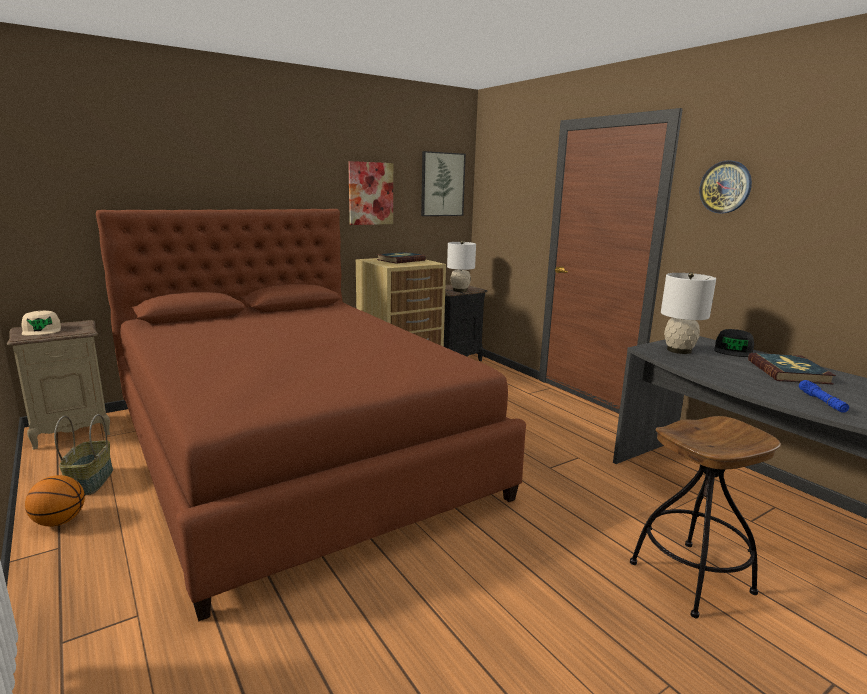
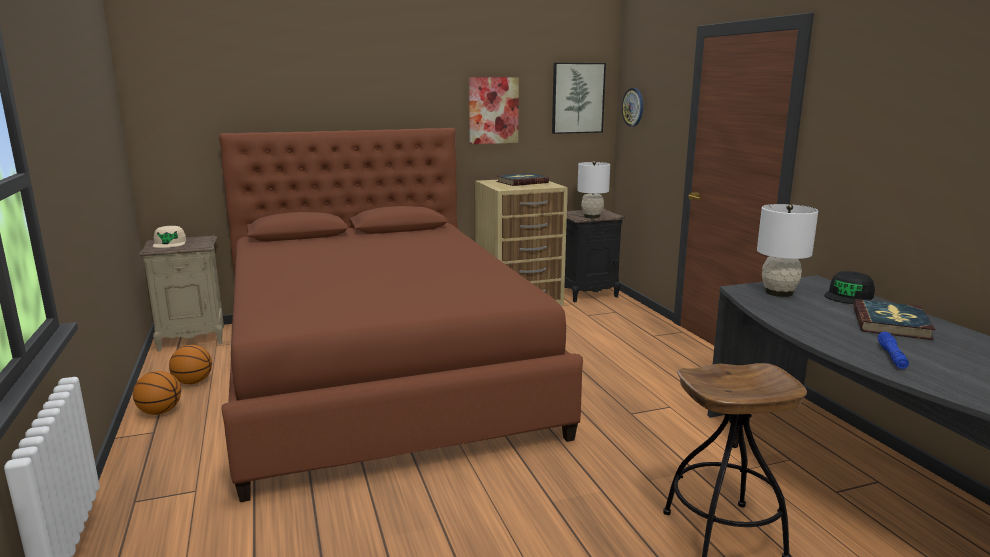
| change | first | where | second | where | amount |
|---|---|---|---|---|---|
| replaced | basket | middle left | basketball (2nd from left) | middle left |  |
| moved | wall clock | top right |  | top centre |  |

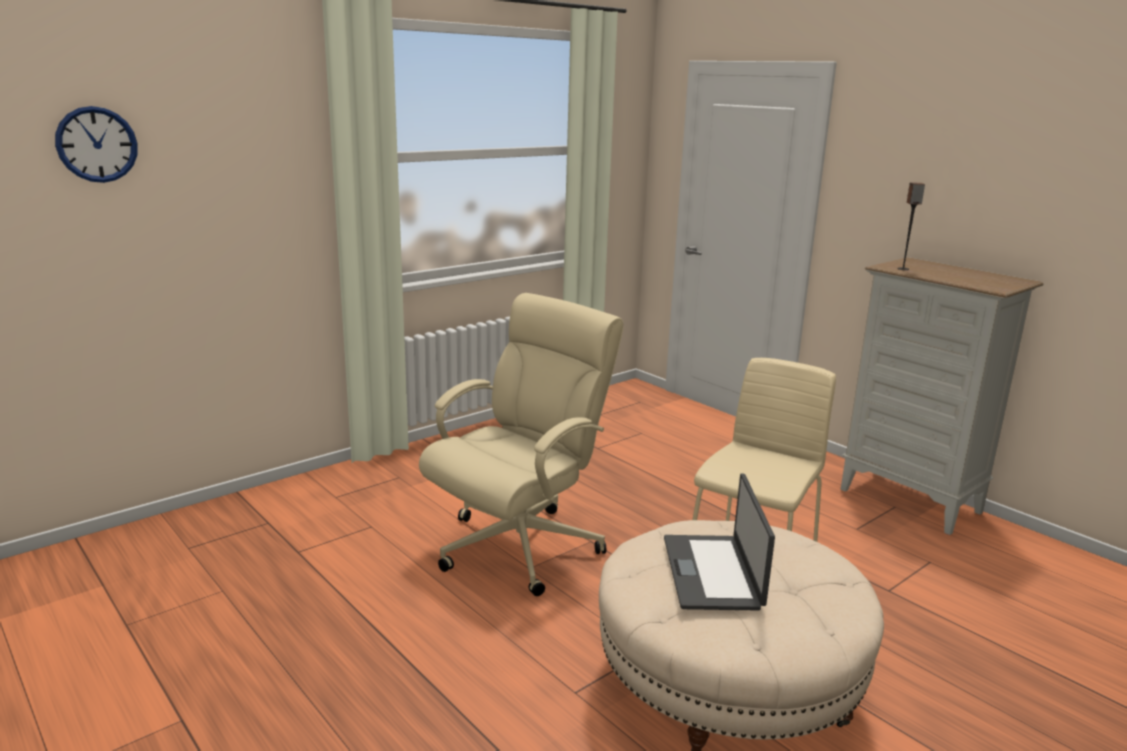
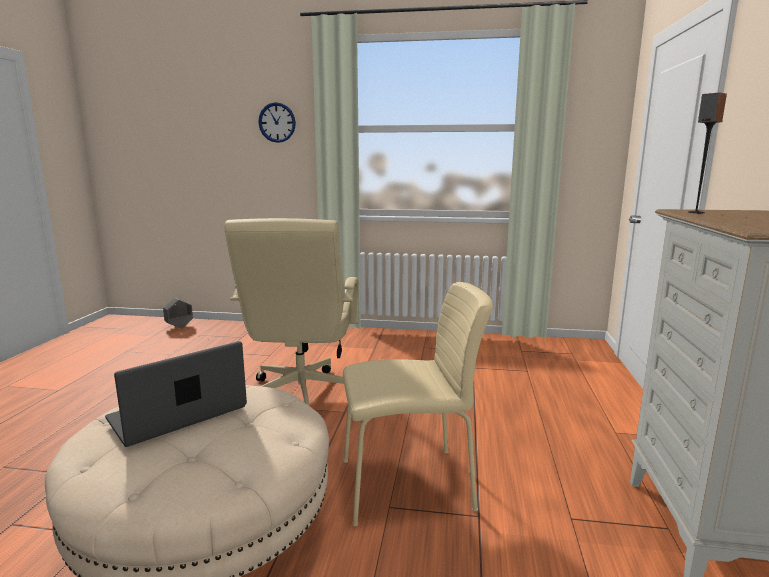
| change | first | where | second | where | amount |
|---|---|---|---|---|---|
| moved | wall clock | top left |  | top centre |  |
| turned | beige office chair | centre |  | centre | 90 degrees clockwise |
| added |  |  | grey planter | middle left |  |

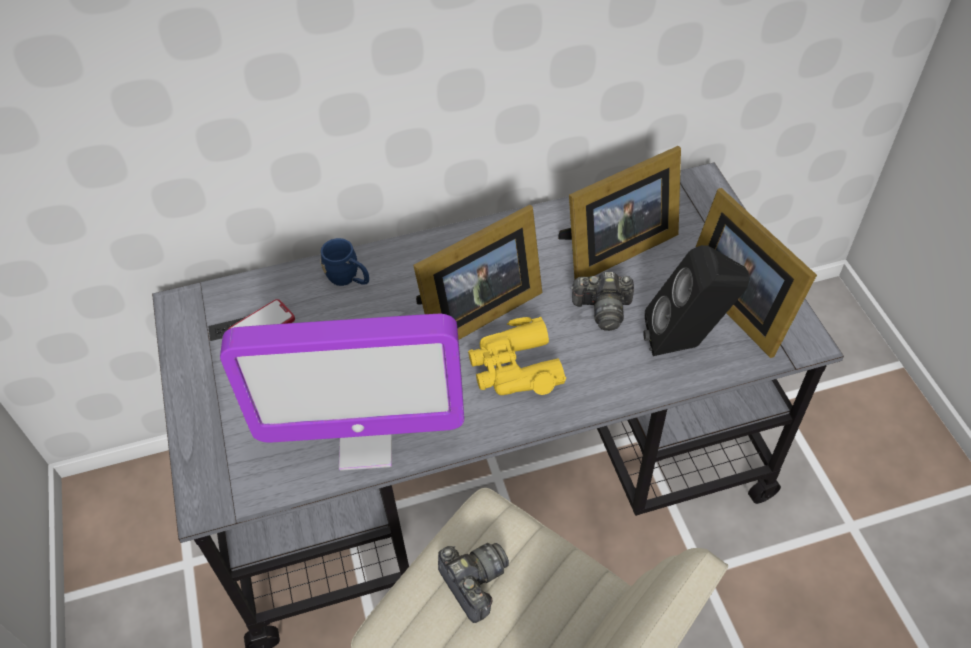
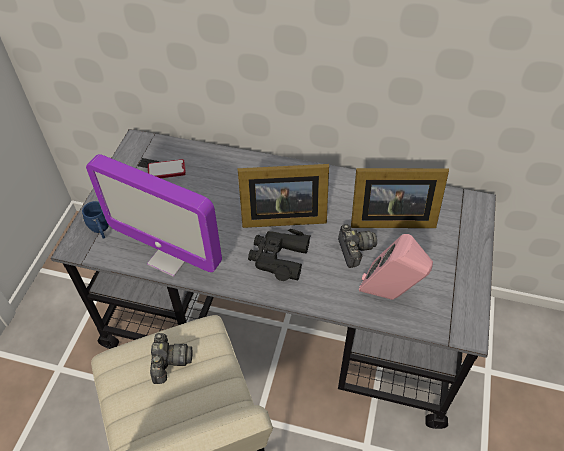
| change | first | where | second | where | amount |
|---|---|---|---|---|---|
| moved | blue mug | centre |  | middle left |  |
| recoloured | yellow binoculars | centre | black binoculars | centre |  |
| turned | photo camera (2nd from left) | centre |  | centre | 135 degrees counterclockwise |
| recoloured | black speaker | middle right | pink speaker | middle right |  |
| removed | picture frame (3rd from left) | middle right |  |  |  |

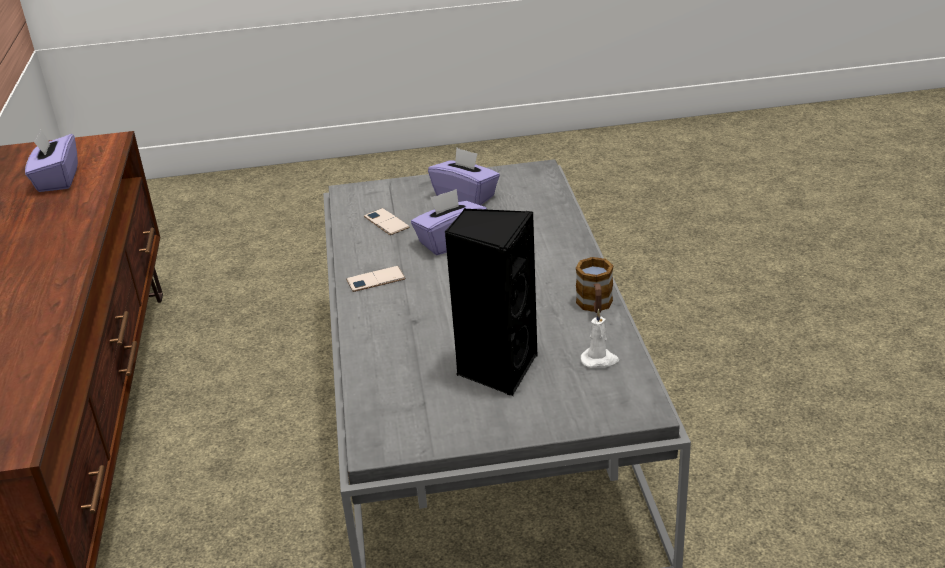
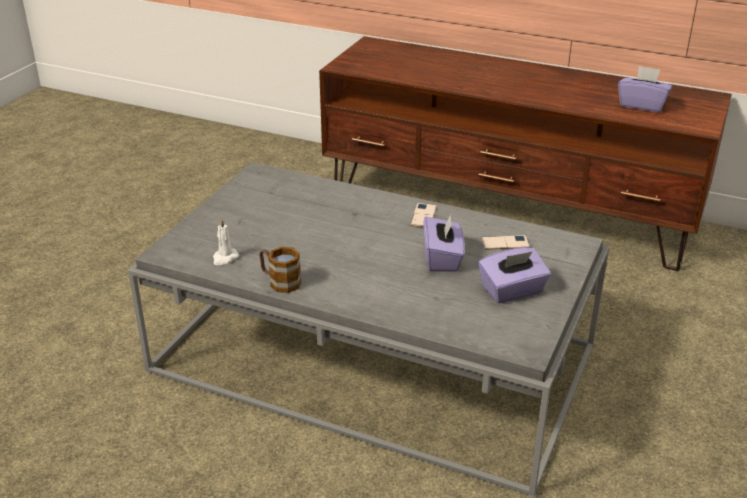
| change | first | where | second | where | amount |
|---|---|---|---|---|---|
| removed | black speaker | centre |  |  |  |

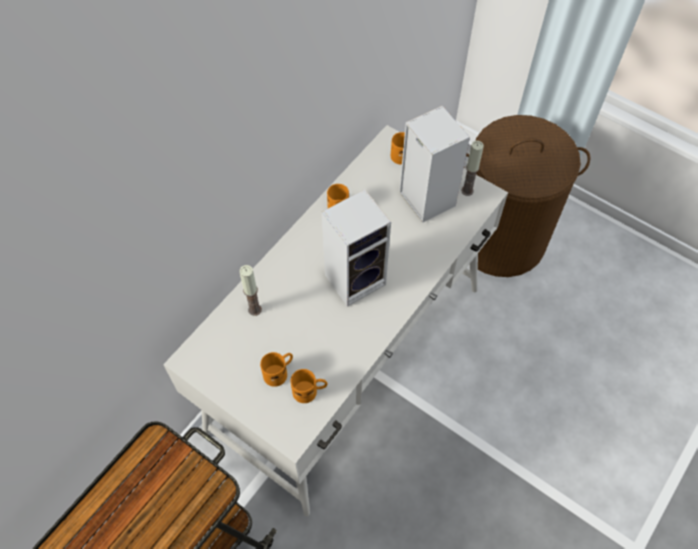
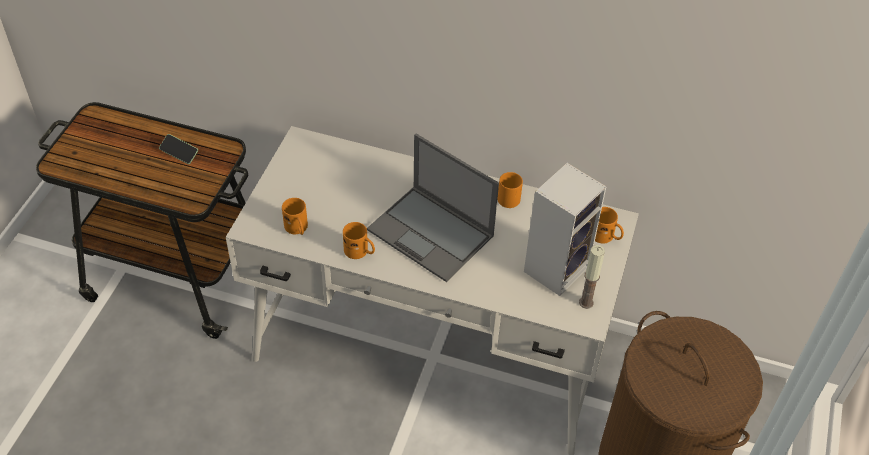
| change | first | where | second | where | amount |
|---|---|---|---|---|---|
| removed | candle (1st from left) | centre |  |  |  |
| moved | orange mug (1st from left in the first image) | bottom centre | orange mug (2nd from left) | centre |  |
| replaced | speaker (1st from left) | centre | laptop | centre |  |
| added |  |  | phone | top left |  |

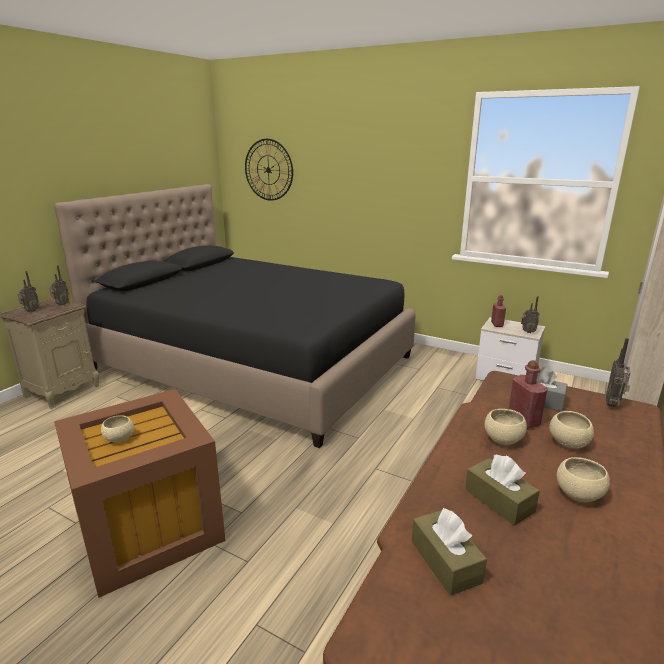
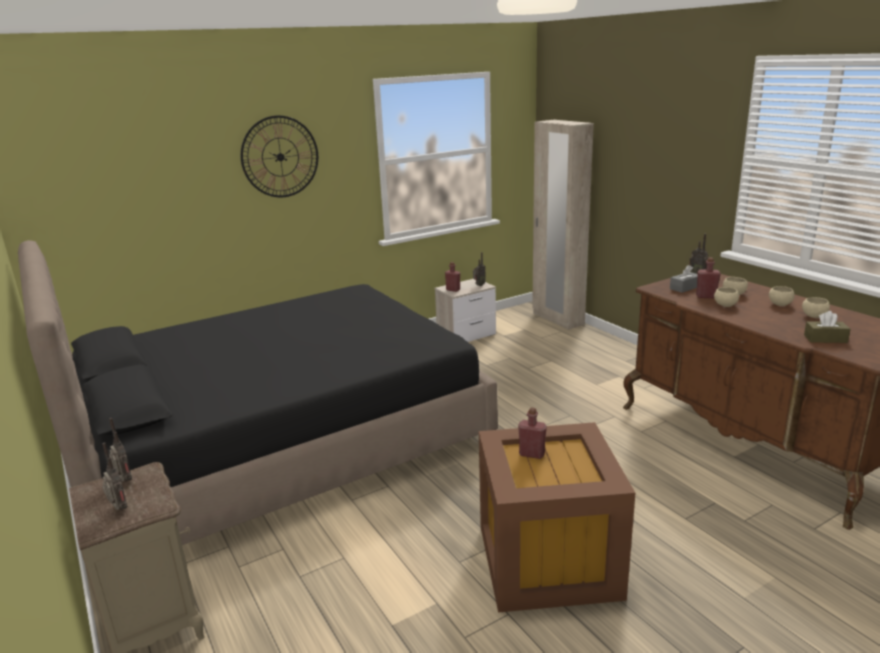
| change | first | where | second | where | amount |
|---|---|---|---|---|---|
| moved | beige bowl (1st from left in the first image) | middle left | beige bowl (4th from left) | middle right |  |
| moved | wall clock | top centre |  | top left |  |
| removed | brown tissue box (2nd from left) | bottom right |  |  |  |
| added |  |  | red bottle (2nd from left) | centre |  |

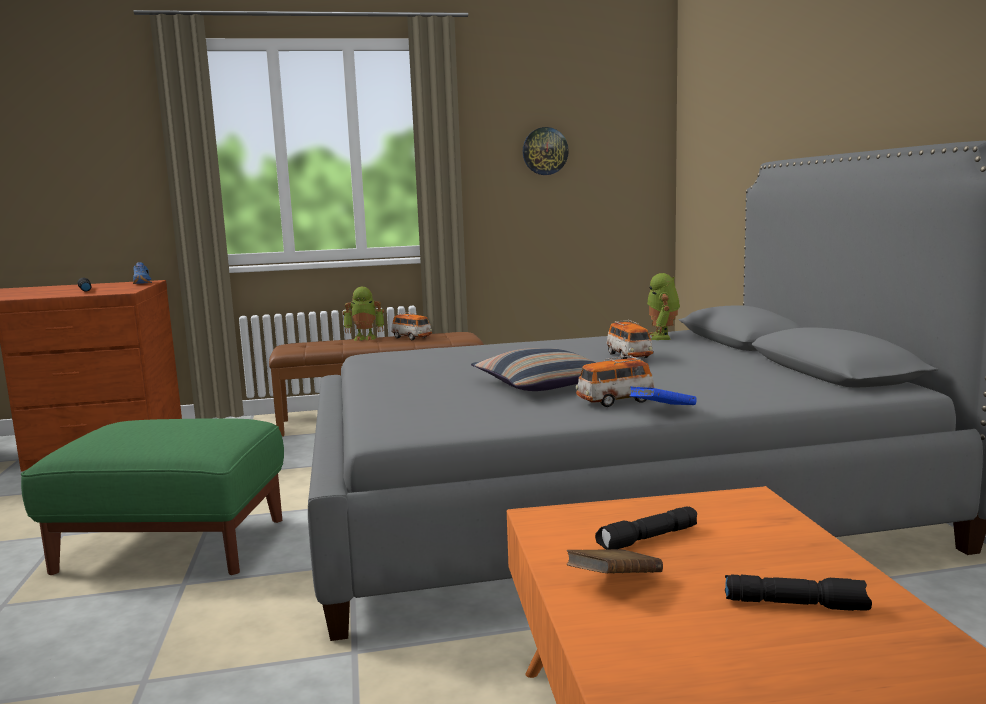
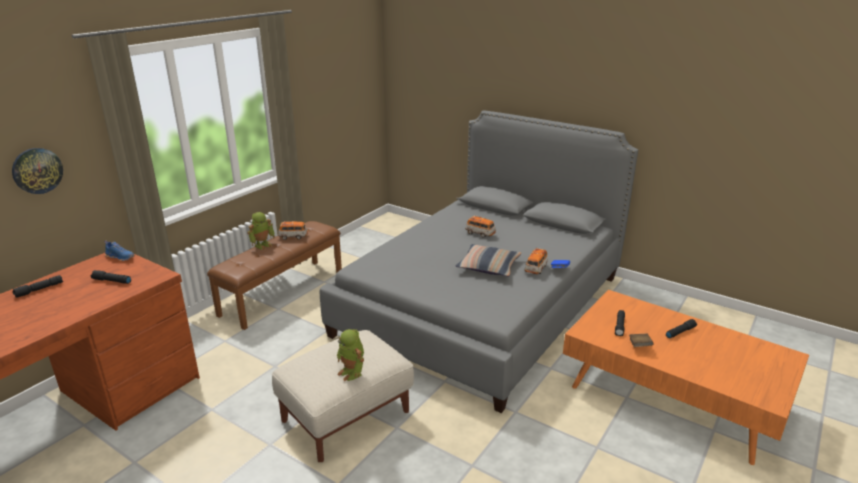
| change | first | where | second | where | amount |
|---|---|---|---|---|---|
| recoloured | green ottoman | bottom left | beige ottoman | bottom centre |  |
| moved | wall clock | top centre |  | middle left |  |
| moved | toy robot (2nd from left) | middle right |  | bottom centre |  |
| added |  |  | black flashlight (1st from left) | middle left |  |

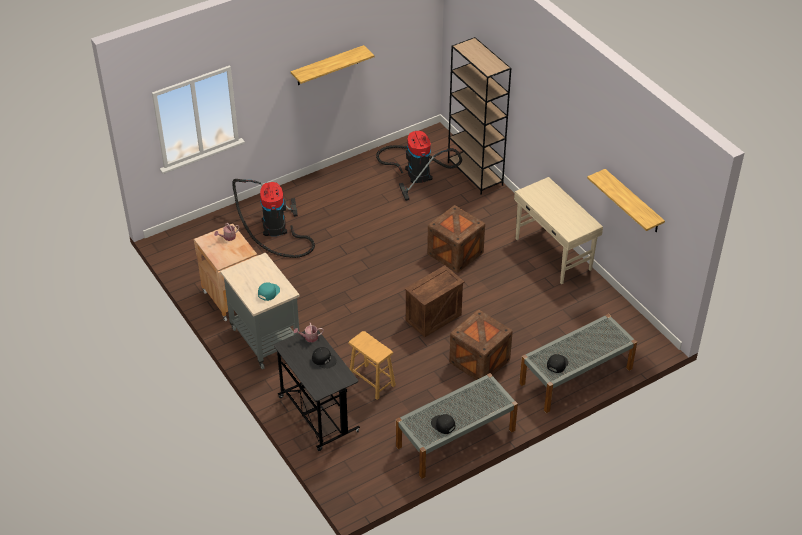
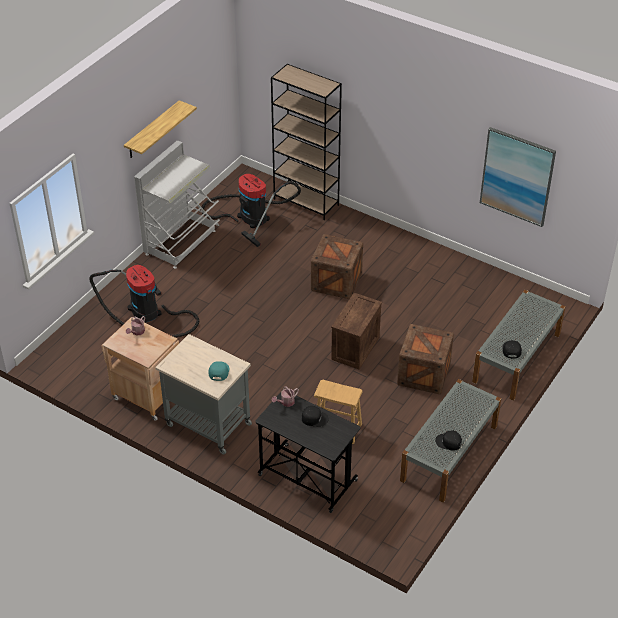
| change | first | where | second | where | amount |
|---|---|---|---|---|---|
| removed | beige console table | middle right |  |  |  |
| replaced | shelf (2nd from left) | middle right | picture | top right |  |
| added |  |  | white shoe rack | top left |  |

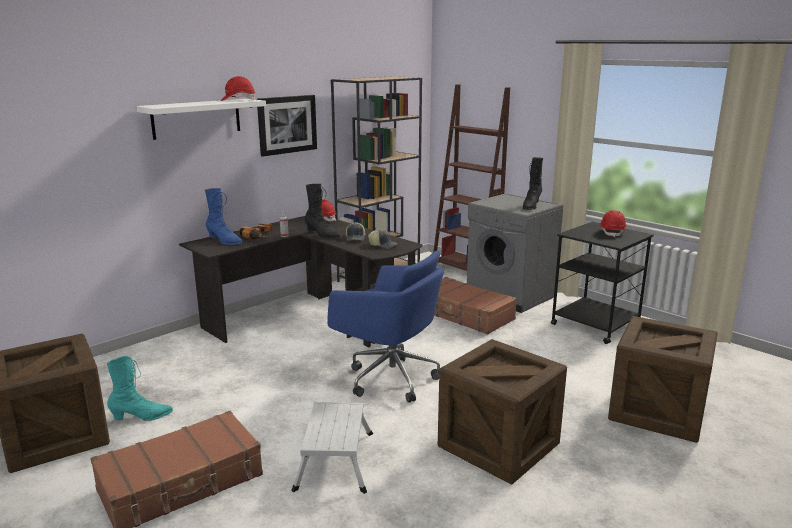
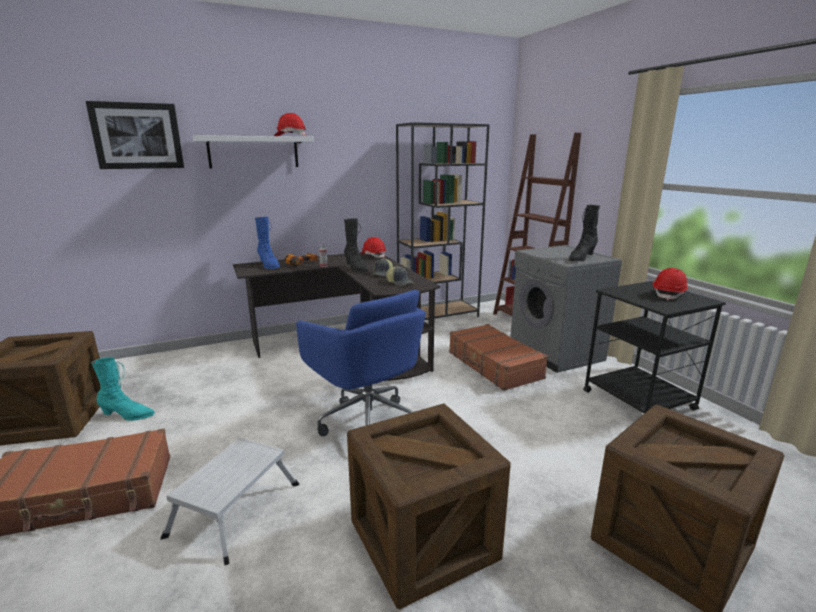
| change | first | where | second | where | amount |
|---|---|---|---|---|---|
| moved | picture | top centre |  | top left |  |

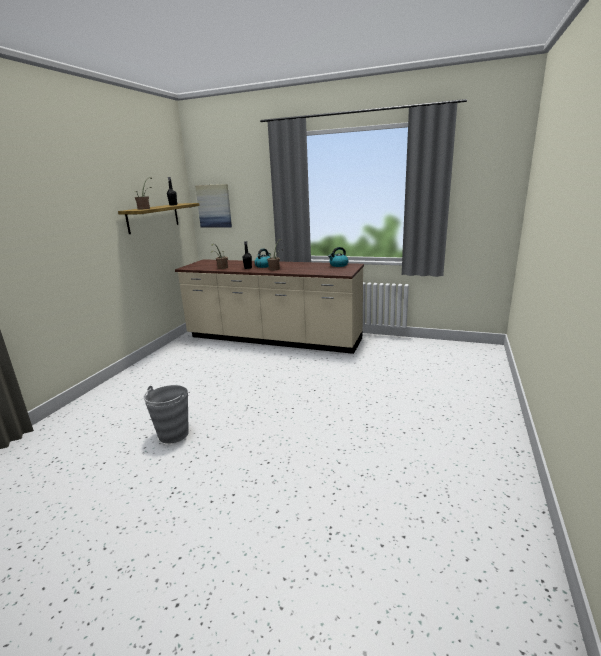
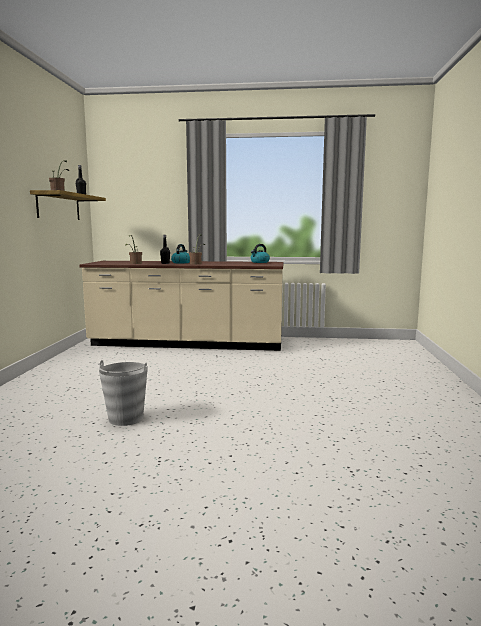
| change | first | where | second | where | amount |
|---|---|---|---|---|---|
| removed | picture | top centre |  |  |  |

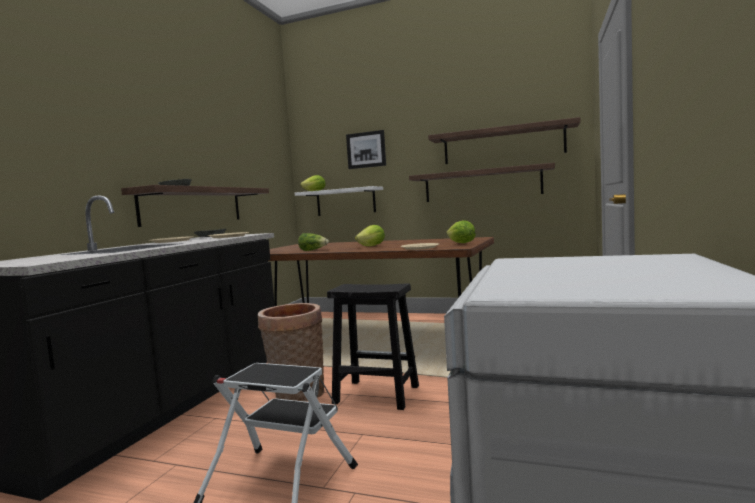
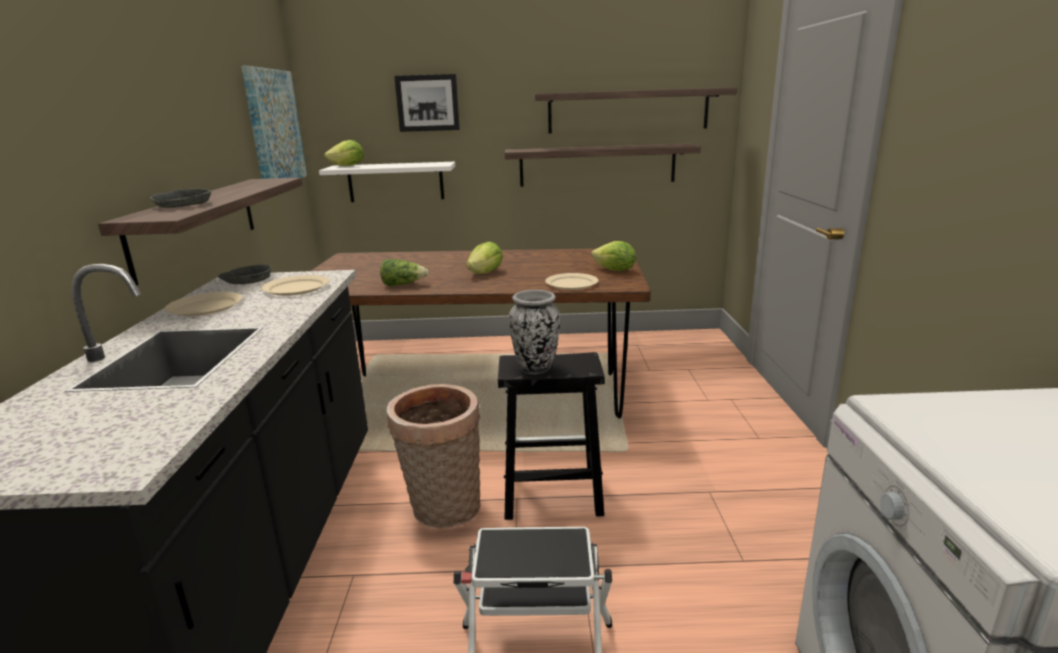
| change | first | where | second | where | amount |
|---|---|---|---|---|---|
| added |  |  | picture (1st from left) | top left |  |
| added |  |  | vase | centre |  |

